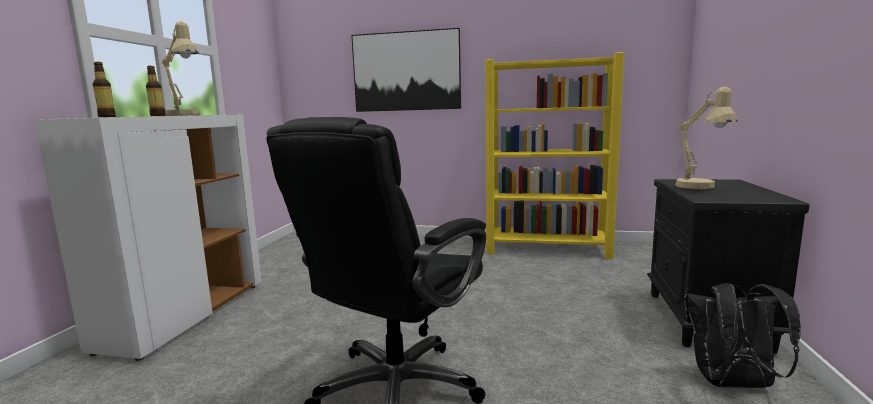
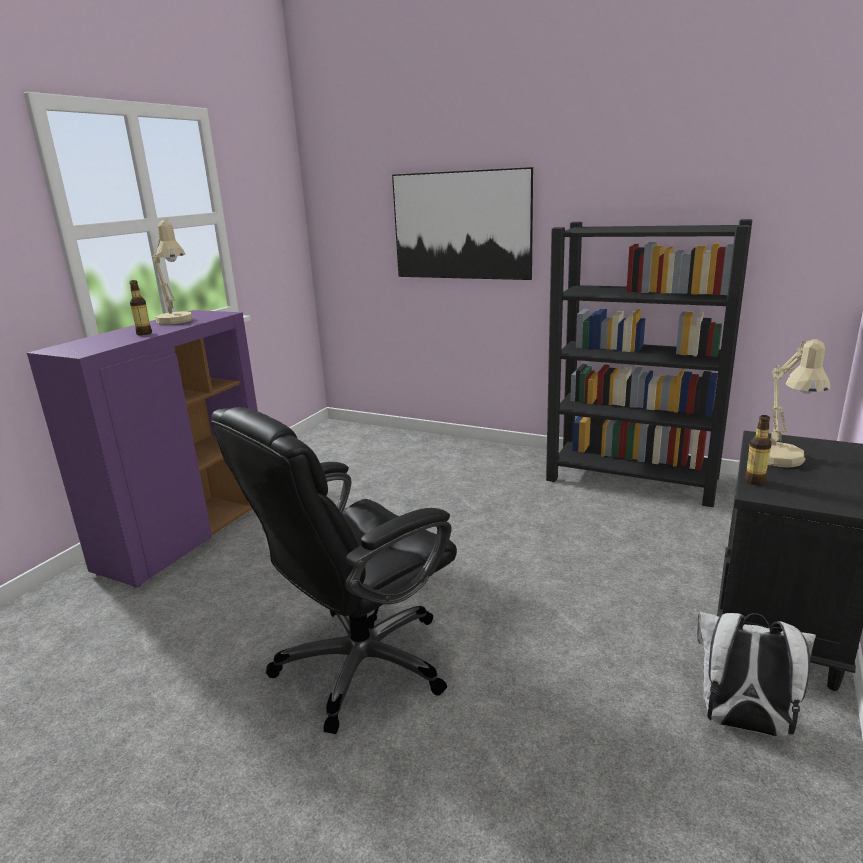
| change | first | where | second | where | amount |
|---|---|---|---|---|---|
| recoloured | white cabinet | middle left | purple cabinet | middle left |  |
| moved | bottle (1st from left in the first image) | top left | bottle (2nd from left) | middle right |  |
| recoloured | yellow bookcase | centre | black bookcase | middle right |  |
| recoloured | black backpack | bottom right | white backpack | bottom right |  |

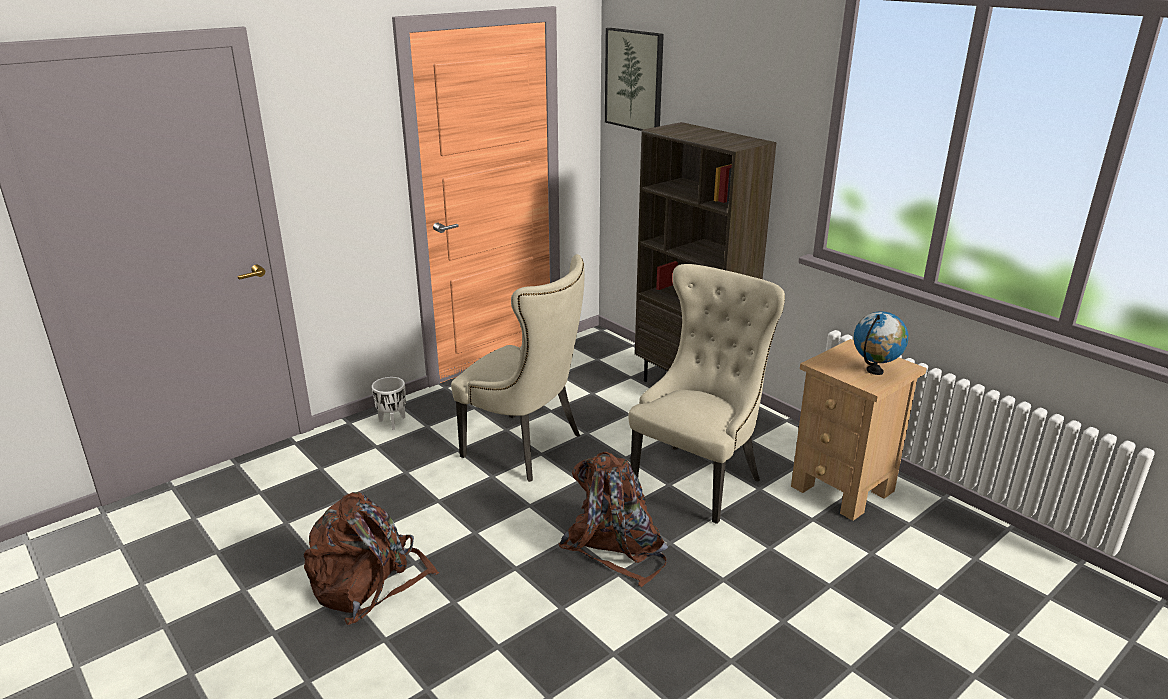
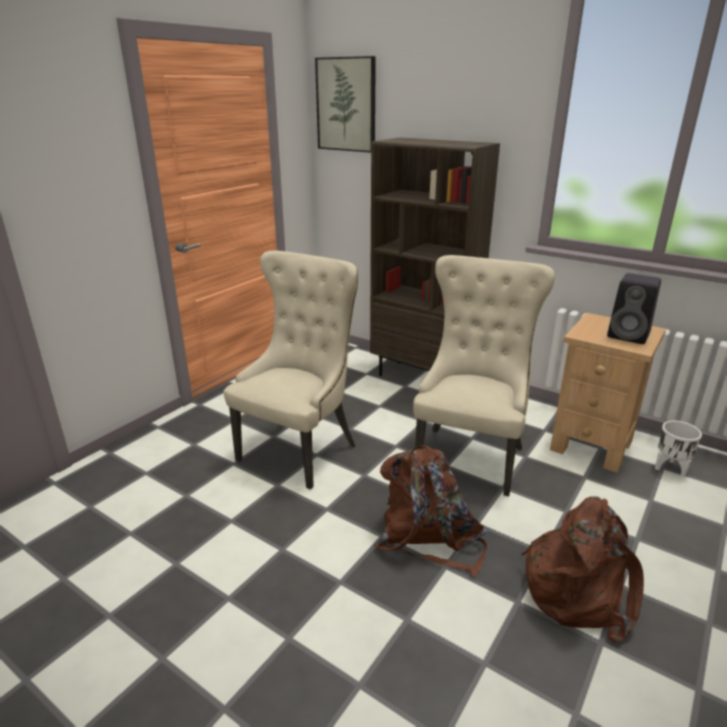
| change | first | where | second | where | amount |
|---|---|---|---|---|---|
| moved | brown backpack (1st from left in the first image) | bottom left | brown backpack (2nd from left) | bottom right |  |
| moved | white planter | middle left |  | middle right |  |
| turned | beige chair (1st from left) | centre |  | centre | 75 degrees counterclockwise |
| replaced | globe | middle right | black speaker | middle right |  |

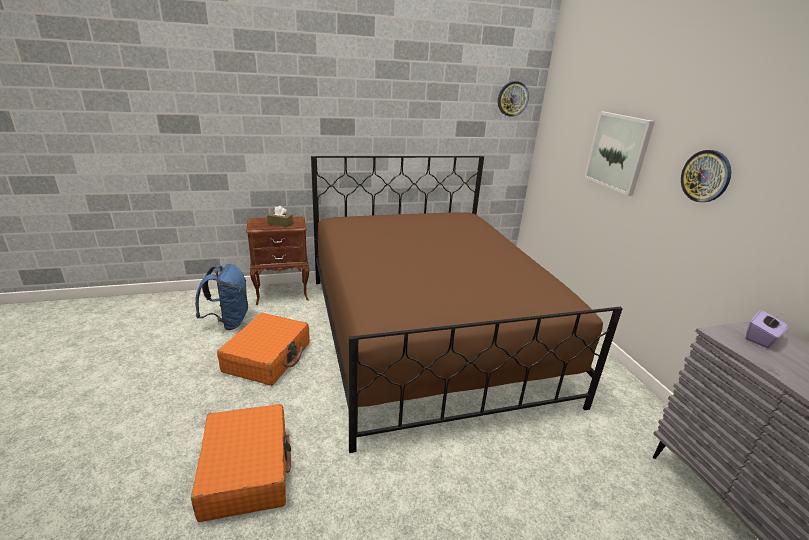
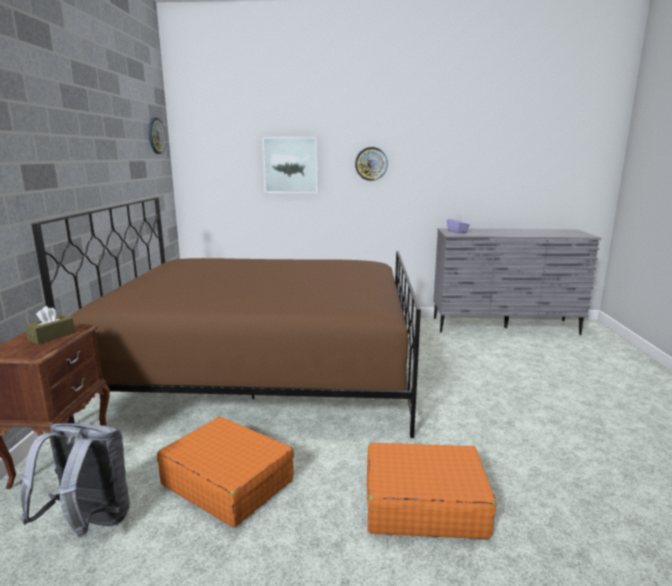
| change | first | where | second | where | amount |
|---|---|---|---|---|---|
| recoloured | blue backpack | middle left | grey backpack | bottom left |  |

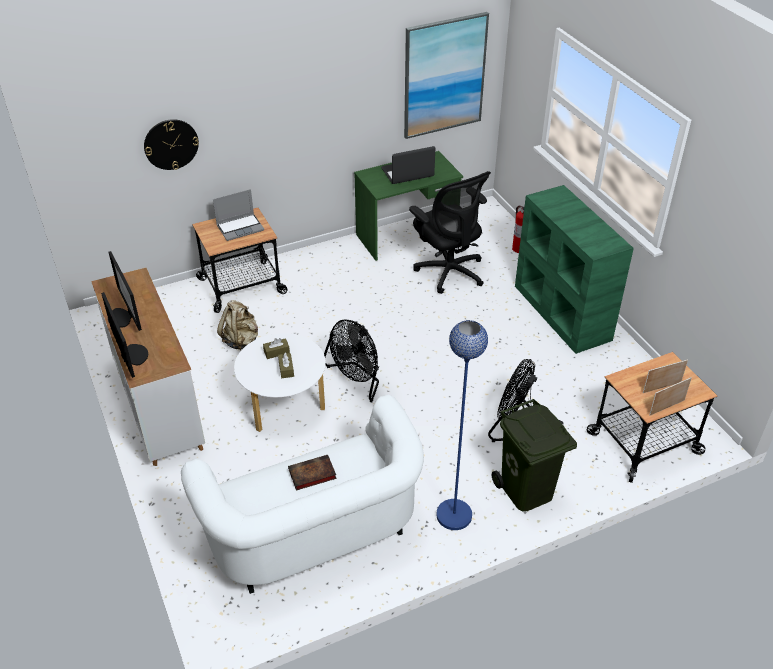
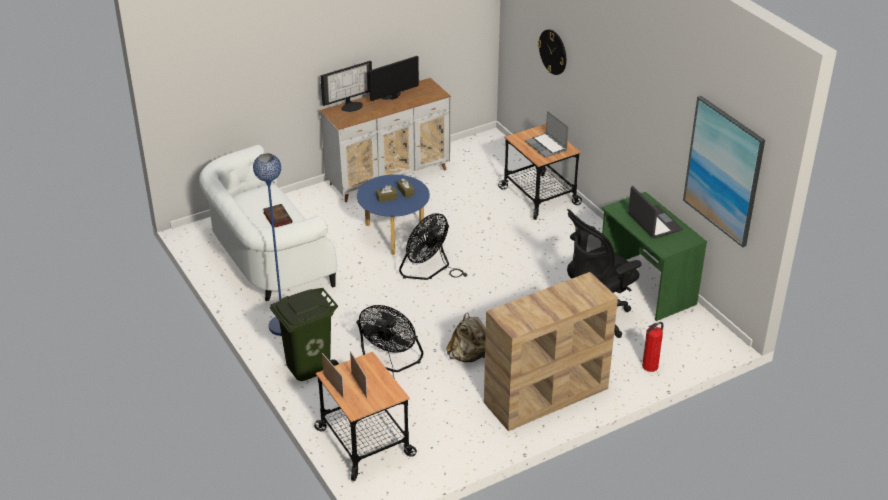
| change | first | where | second | where | amount |
|---|---|---|---|---|---|
| moved | beige backpack | middle left |  | bottom centre |  |
| recoloured | white coffee table | centre | blue coffee table | centre |  |
| recoloured | green bookcase | middle right | brown bookcase | bottom centre |  |

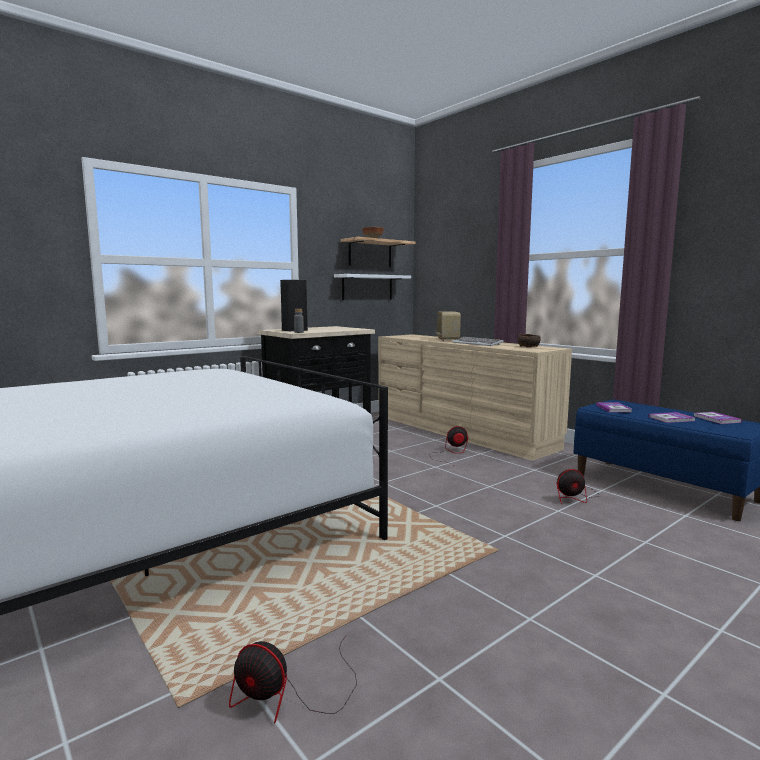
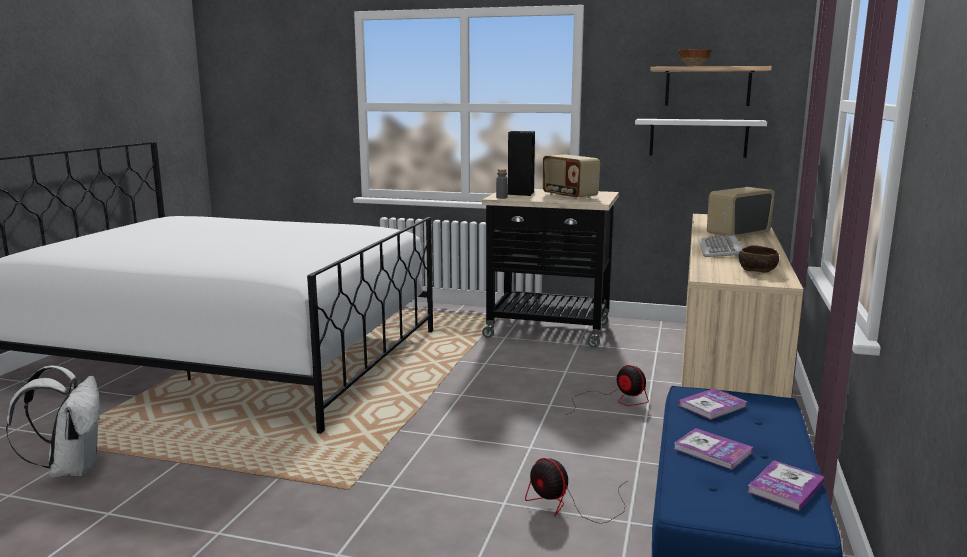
| change | first | where | second | where | amount |
|---|---|---|---|---|---|
| replaced | fan (1st from left) | bottom centre | white backpack | bottom left |  |
| added |  |  | radio (1st from left) | top centre |  |

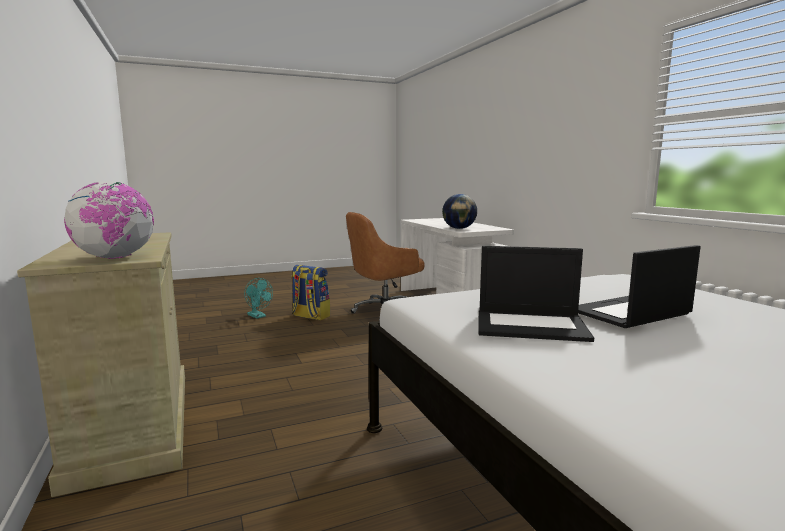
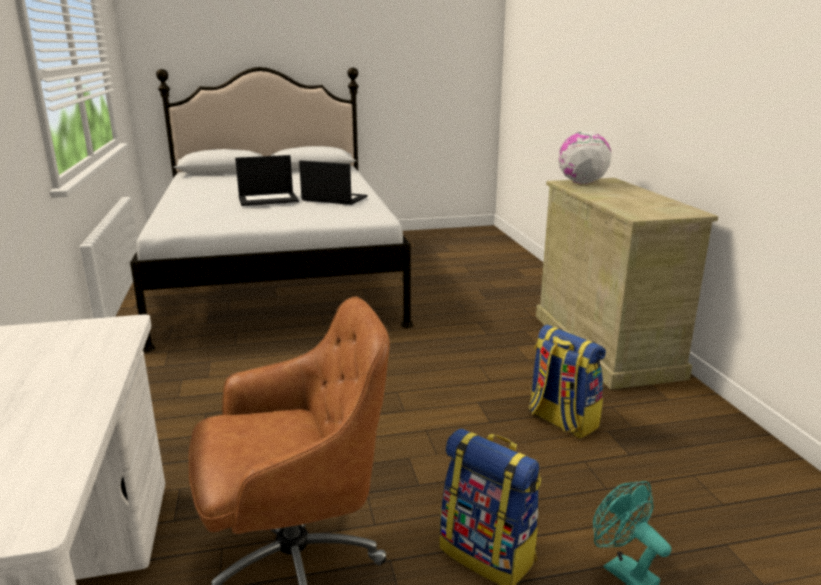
| change | first | where | second | where | amount |
|---|---|---|---|---|---|
| removed | globe (2nd from left) | centre |  |  |  |
| added |  |  | backpack (2nd from left) | middle right |  |

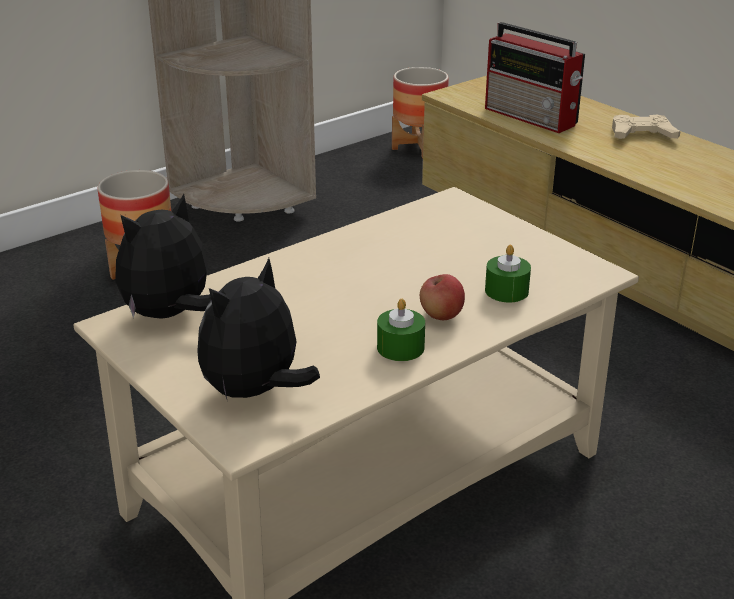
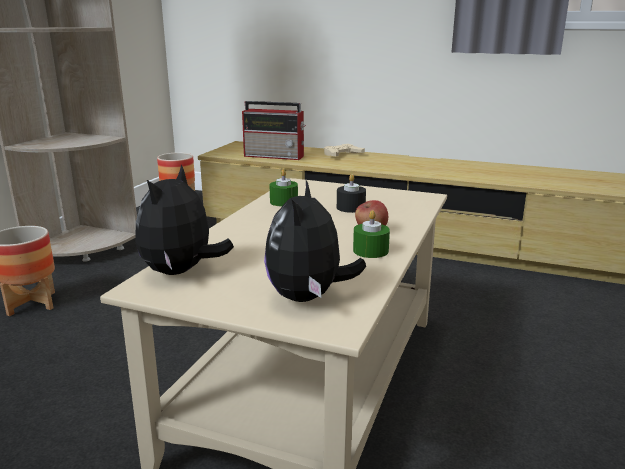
| change | first | where | second | where | amount |
|---|---|---|---|---|---|
| moved | green candle (2nd from left in the first image) | middle right | green candle (1st from left) | centre |  |
| added |  |  | black candle | centre |  |

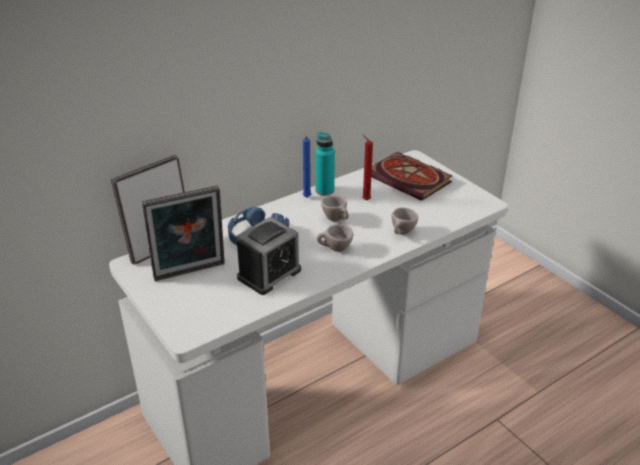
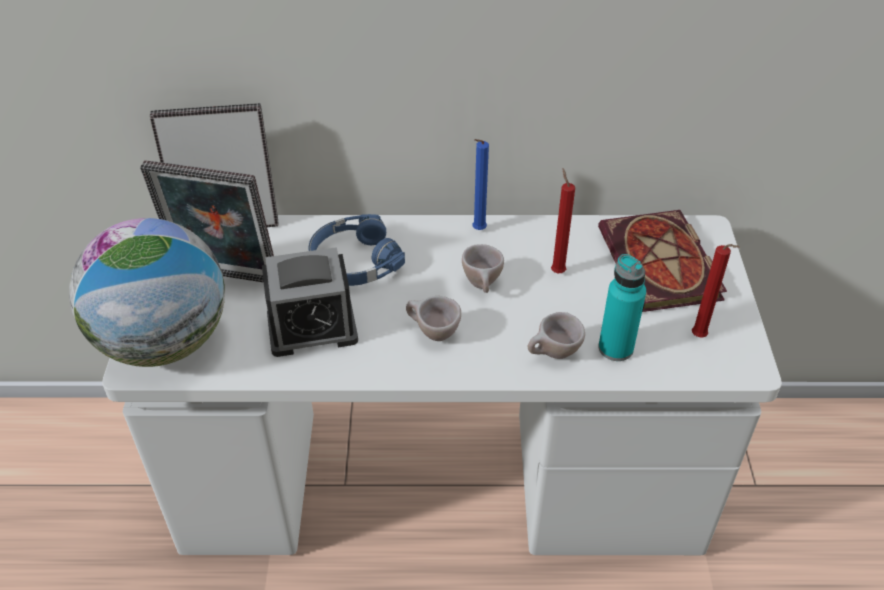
| change | first | where | second | where | amount |
|---|---|---|---|---|---|
| moved | turquoise bottle | centre |  | middle right |  |
| added |  |  | globe | middle left |  |
| added |  |  | red candle (2nd from left) | middle right |  |

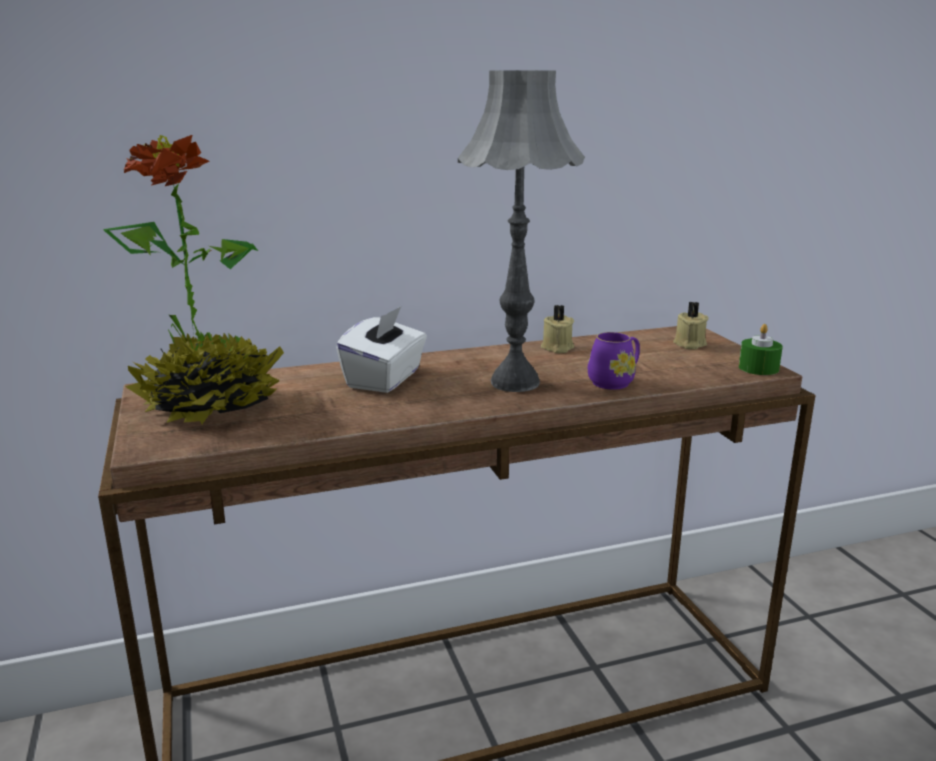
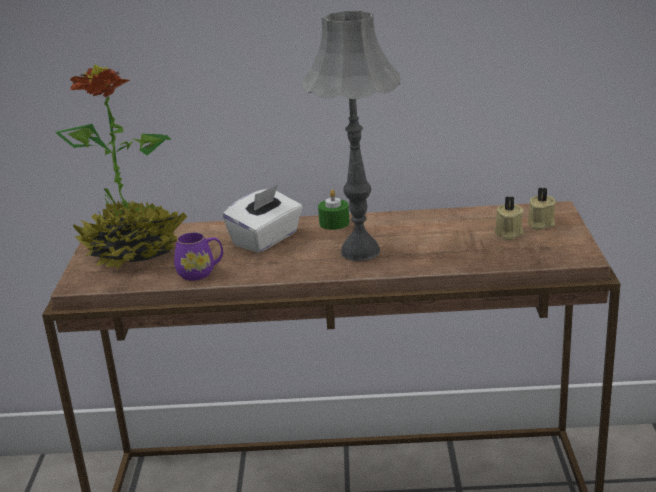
| change | first | where | second | where | amount |
|---|---|---|---|---|---|
| moved | beige candle (1st from left) | centre |  | middle right |  |
| moved | purple mug | centre |  | middle left |  |
| moved | green candle | middle right |  | centre |  |

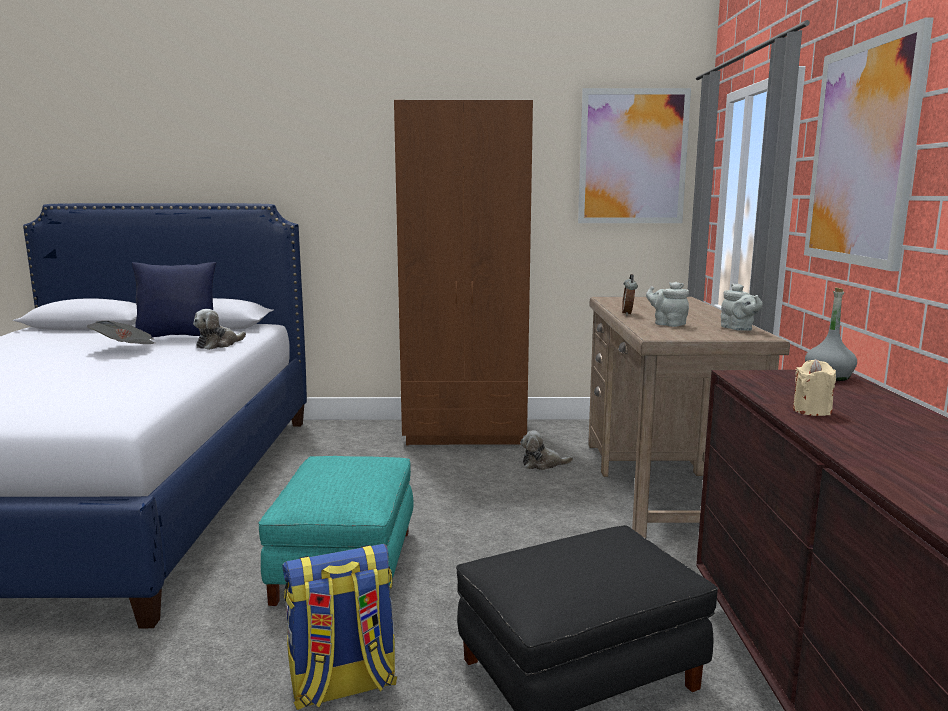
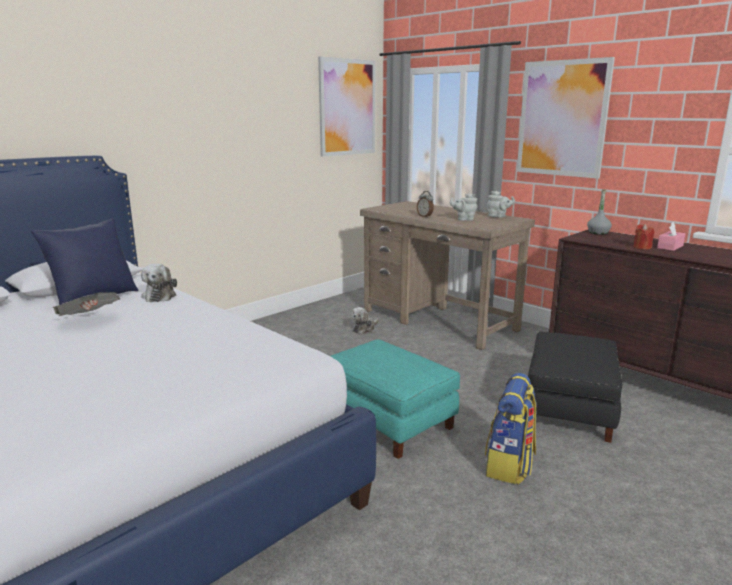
| change | first | where | second | where | amount |
|---|---|---|---|---|---|
| removed | brown wardrobe | centre |  |  |  |
| recoloured | beige candle | middle right | red candle | middle right |  |
| added |  |  | pink tissue box | middle right |  |

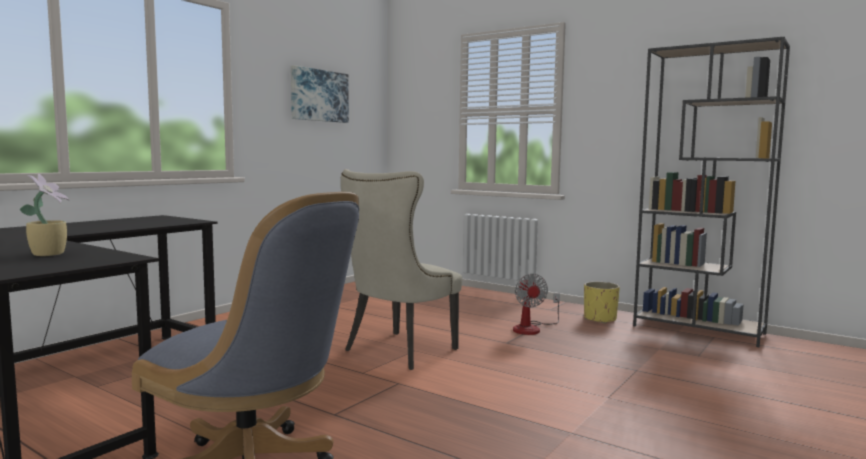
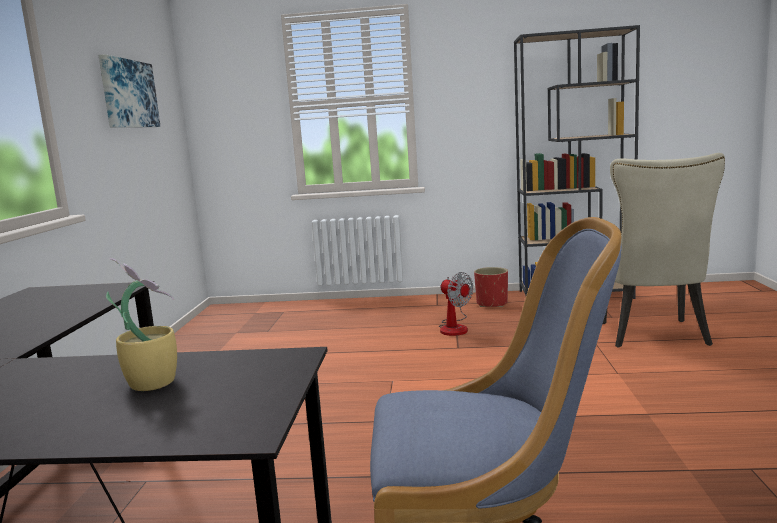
| change | first | where | second | where | amount |
|---|---|---|---|---|---|
| moved | beige chair | centre |  | middle right |  |
| recoloured | yellow planter | middle right | red planter | centre |  |

